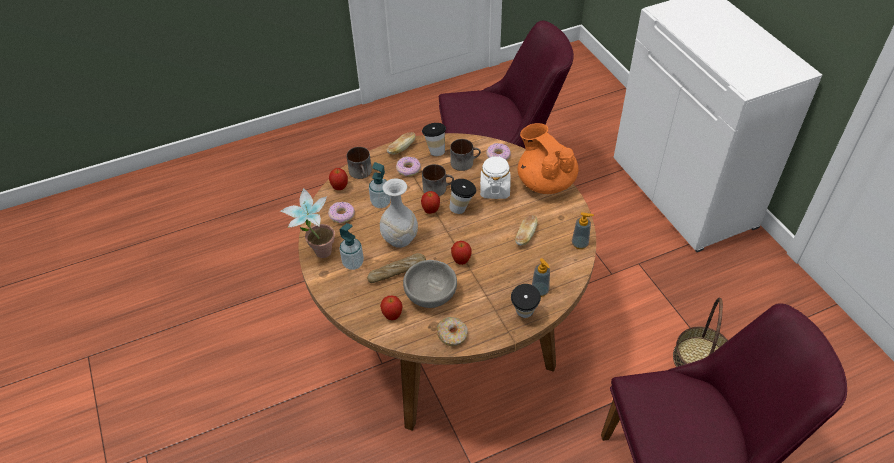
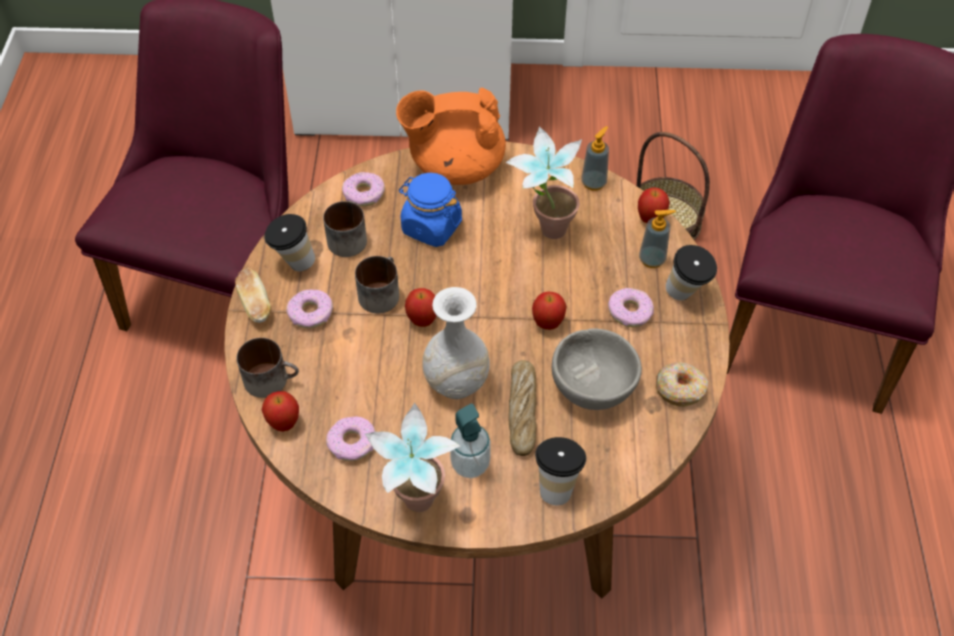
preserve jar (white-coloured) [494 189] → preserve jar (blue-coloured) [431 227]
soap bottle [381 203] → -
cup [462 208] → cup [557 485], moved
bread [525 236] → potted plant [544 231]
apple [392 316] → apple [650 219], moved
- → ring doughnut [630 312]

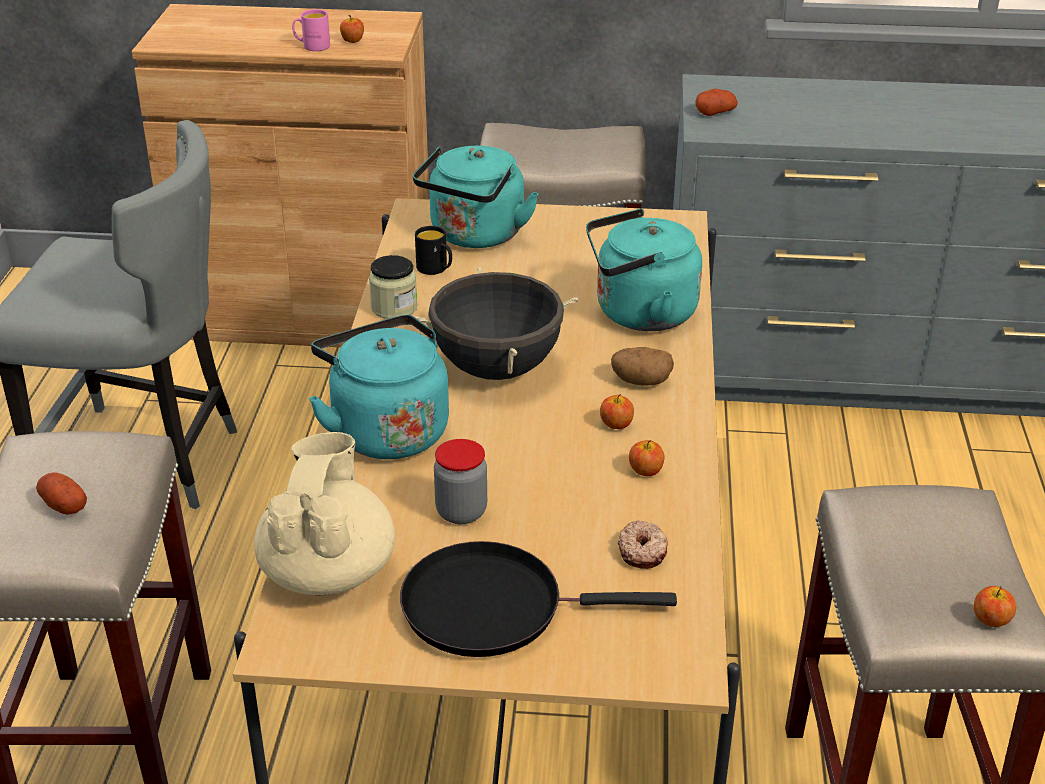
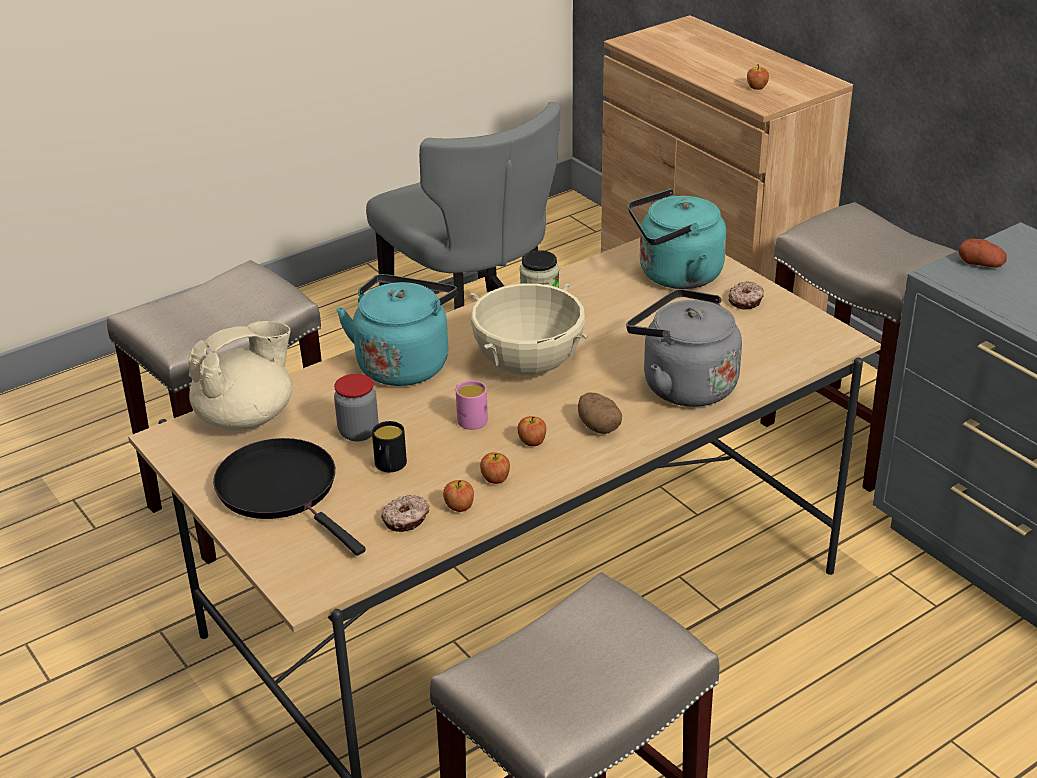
coffee mug (pink-coloured) [312 46] → coffee mug (pink-coloured) [469 418], moved
tea kettle (turquoise-coloured) [639 314] → tea kettle (gray) [683 385]
coffee mug (black) [436 269] → coffee mug (black) [390 467], moved
cooking pot (black) [497 368] → cooking pot (sand-coloured) [529 366]
whole potato [63 505] → -
apple [991 620] → apple [459 507], moved
- → ring doughnut [746 301]

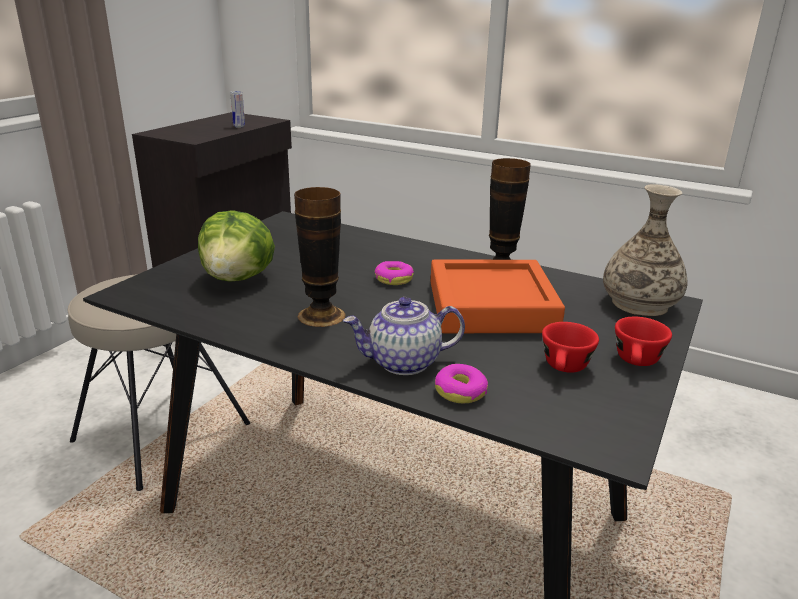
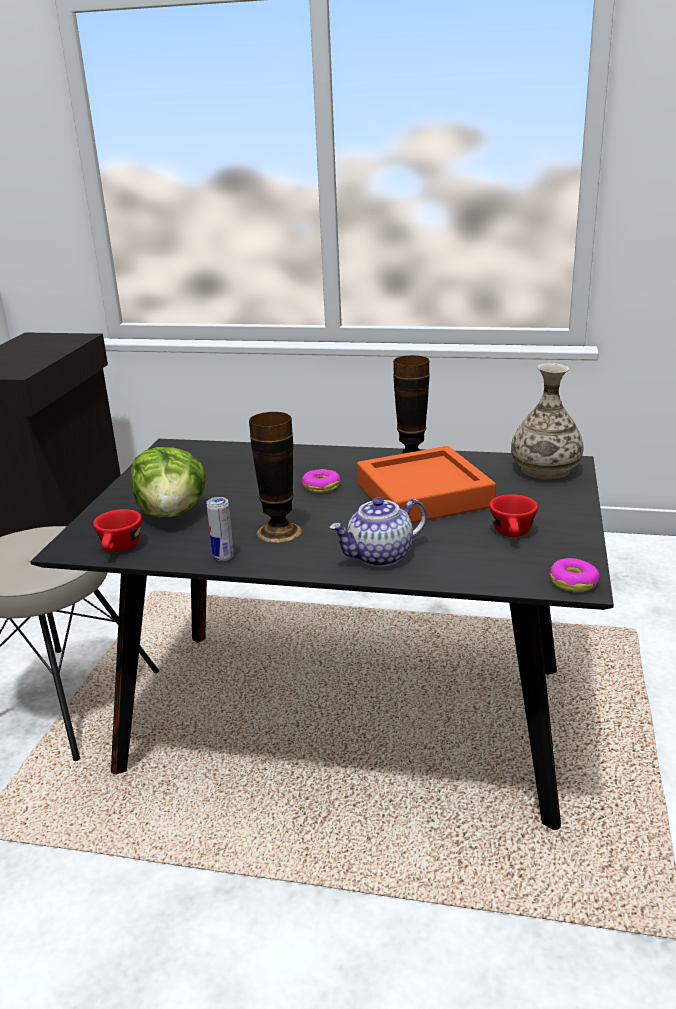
metal can [239 126] → metal can [223 557], moved
cup (red) [637 362] → cup (red) [120 549], moved
ring doughnut [460 391] → ring doughnut [573 582], moved

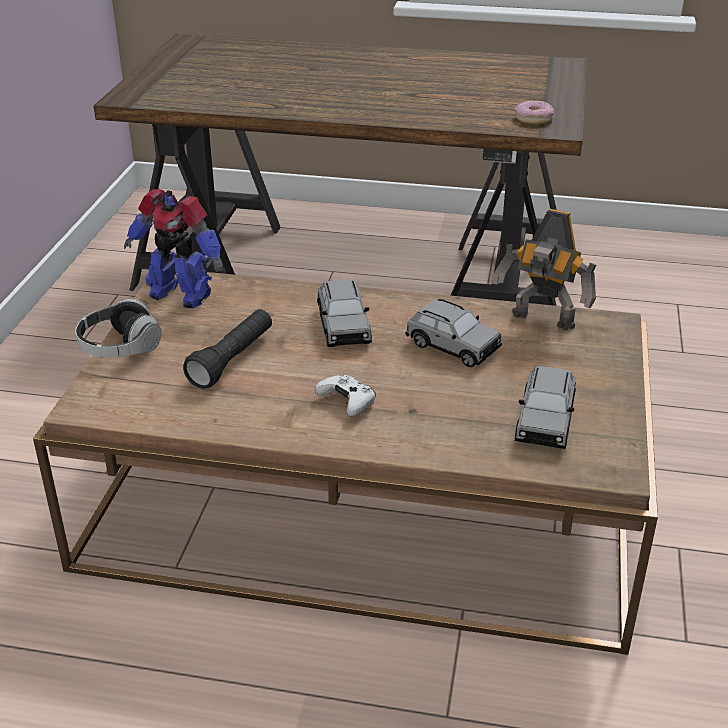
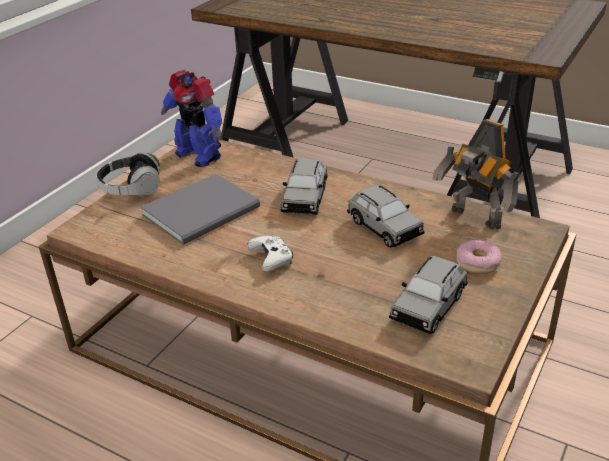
ring doughnut [533 119] → ring doughnut [478 262], moved
hand torch (black) [232 360] → book (gray) [205 211]

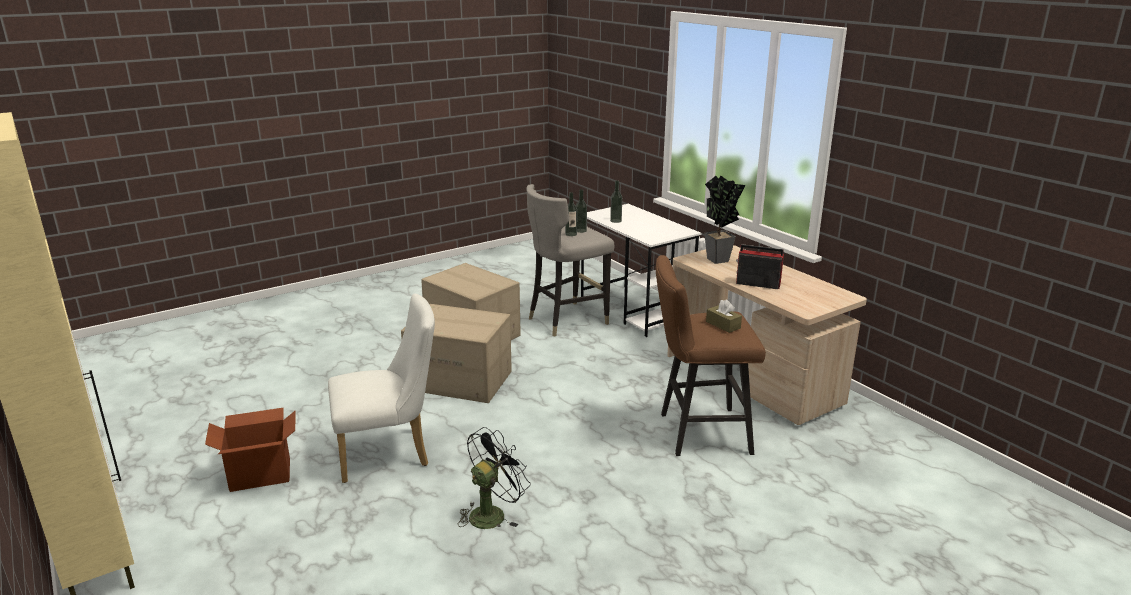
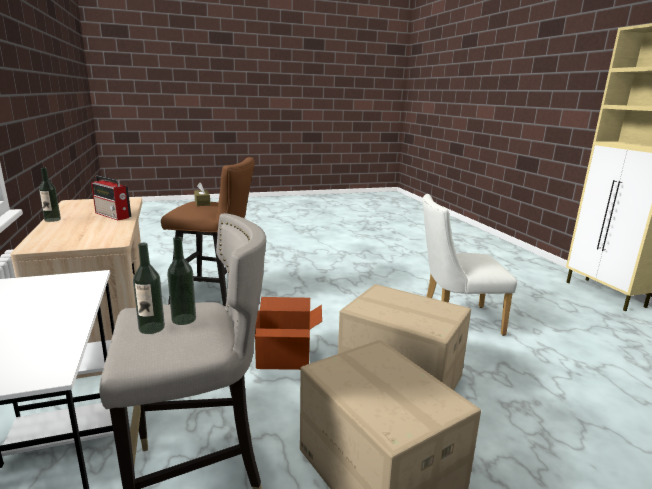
potted plant [718 261] → -
bottle [616 221] → bottle [52 220], moved
packing box [260 474] → packing box [283 359], moved
fan (black) [492 513] → -

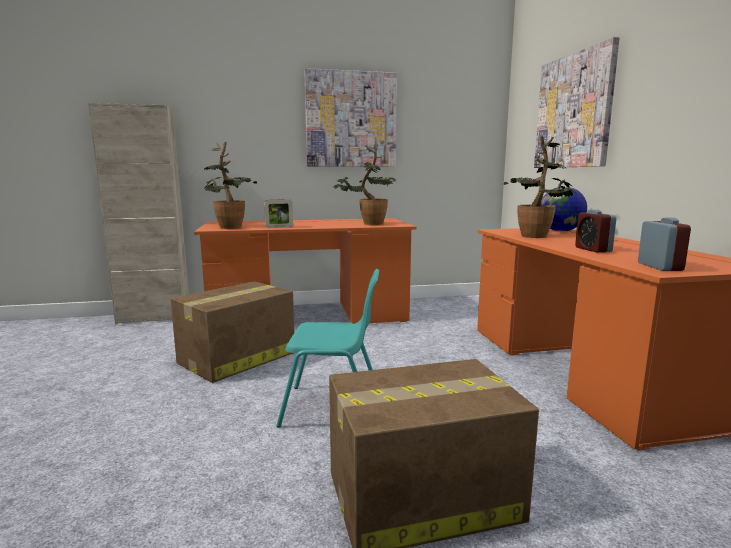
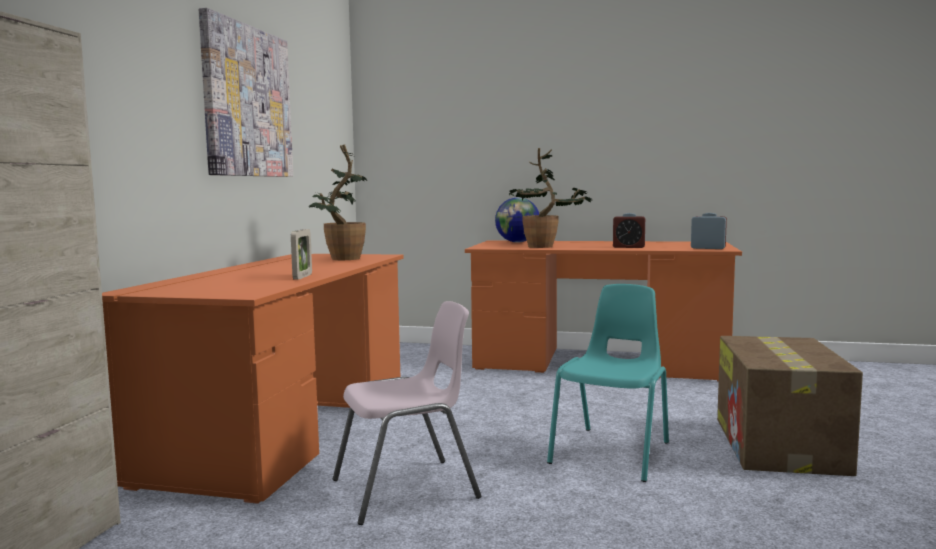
wall picture [574 111] → -
potted plant [229 227] → -
packing box [236 358] → chair (pink-coloured) [407 489]

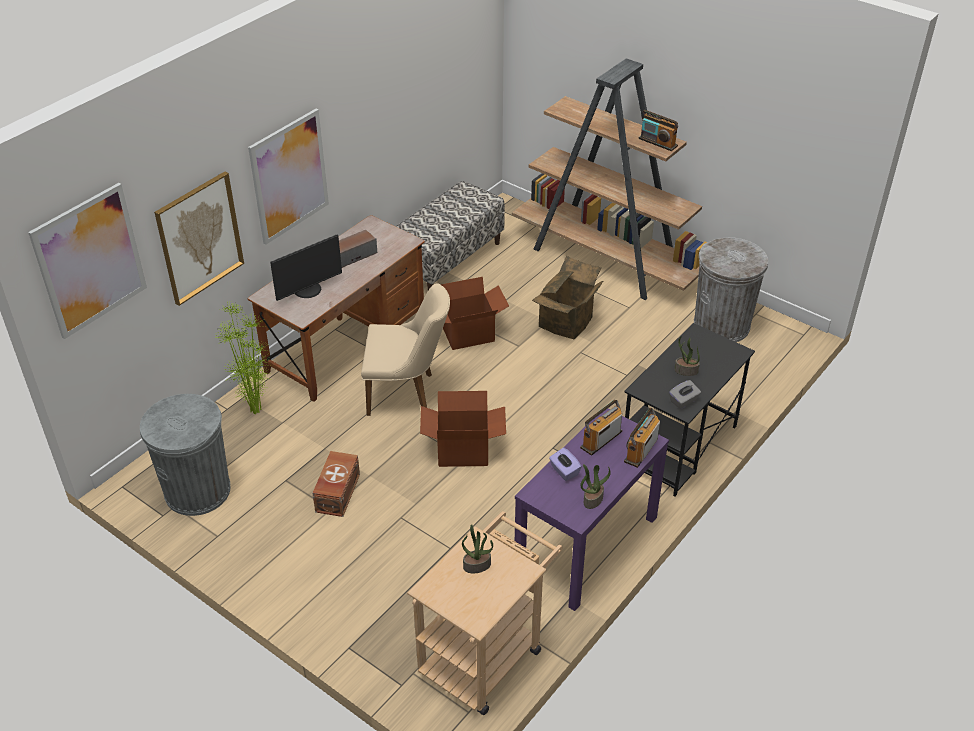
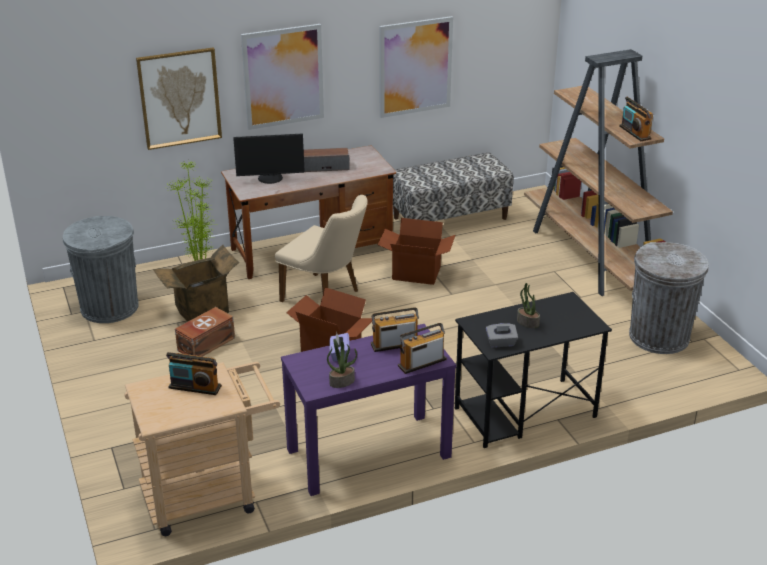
wall picture [90 260] → wall picture [415 67], moved
packing box [567 323] → packing box [202 310], moved
potted plant [477 565] → radio [195 387]

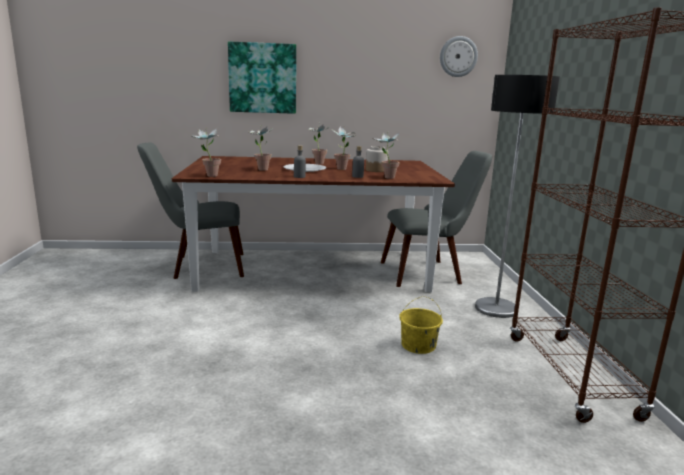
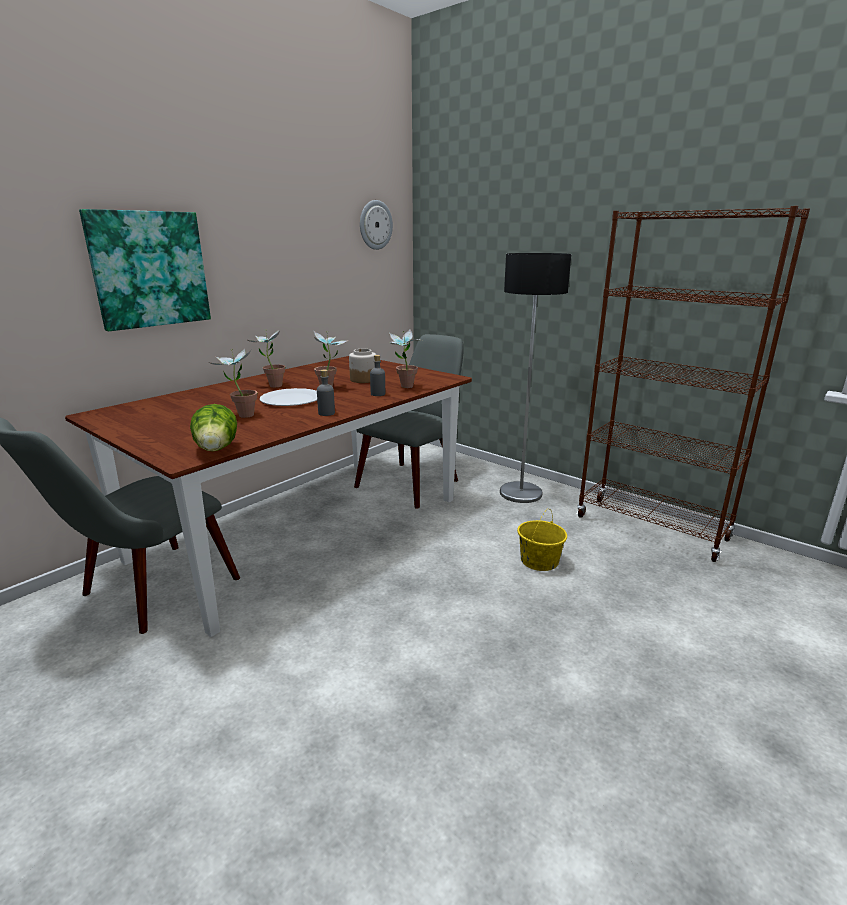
potted plant [208 176] → lettuce [217 450]

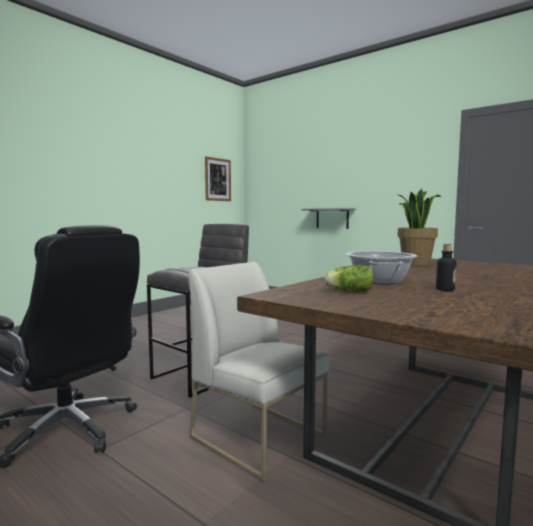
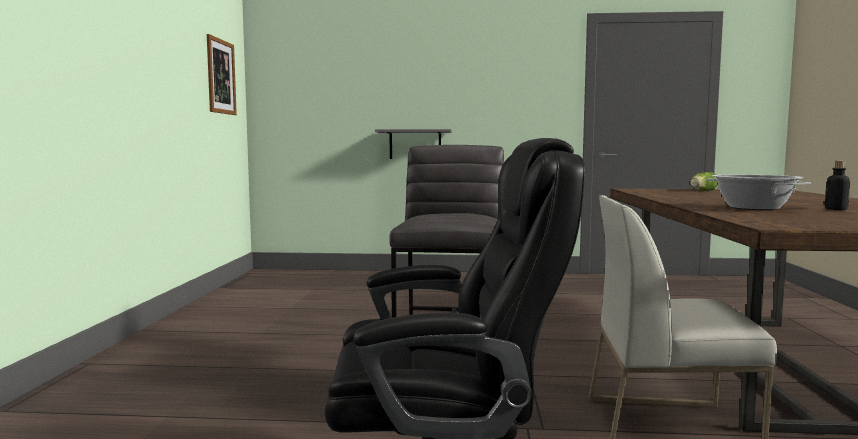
potted plant [415 264] → -
lettuce [347 291] → lettuce [702 191], moved

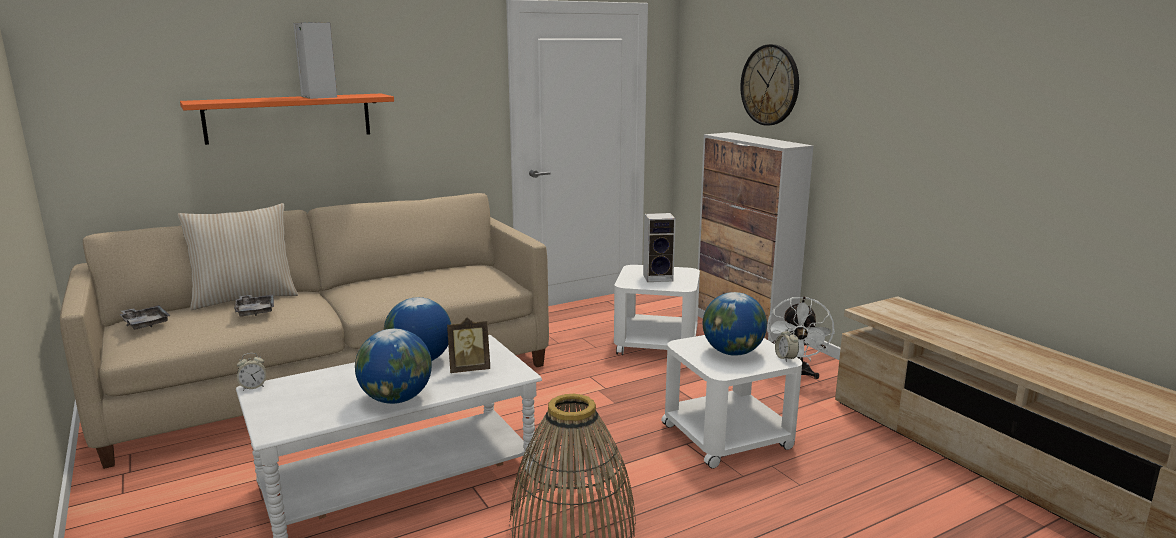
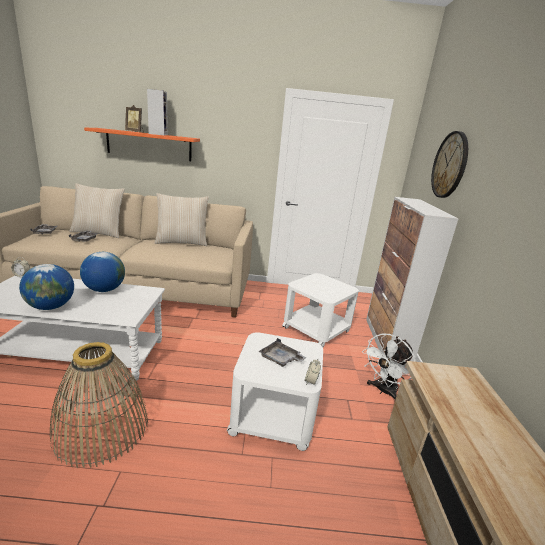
loudspeaker [659 277] → -
world globe [732 352] → tray (gray) [280 359]
picture frame [469 369] → picture frame [135 132], moved
- → cushion (sand-coloured) [182 242]

